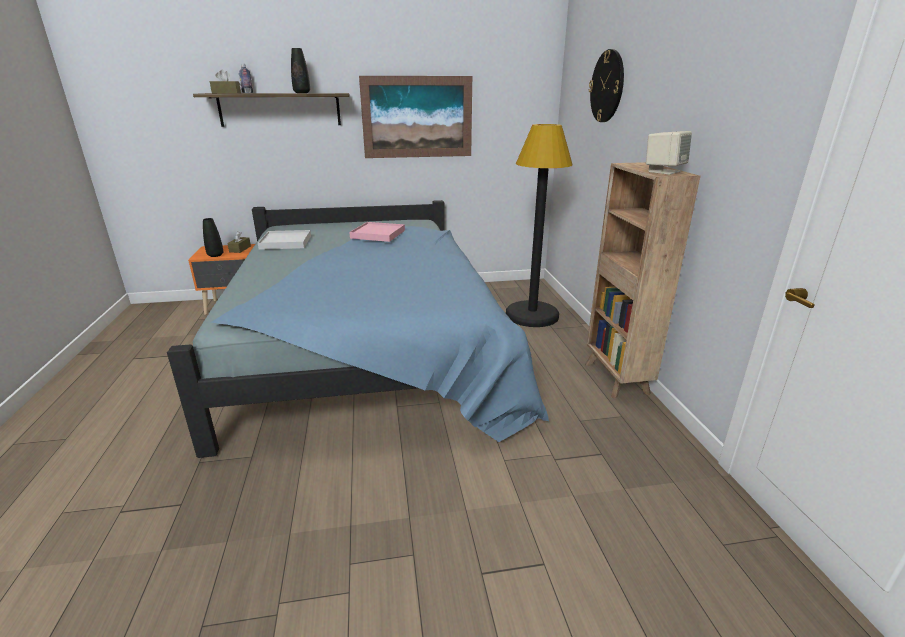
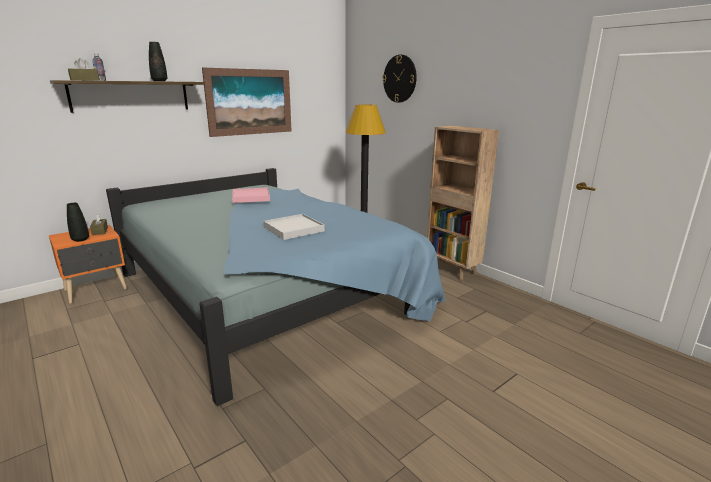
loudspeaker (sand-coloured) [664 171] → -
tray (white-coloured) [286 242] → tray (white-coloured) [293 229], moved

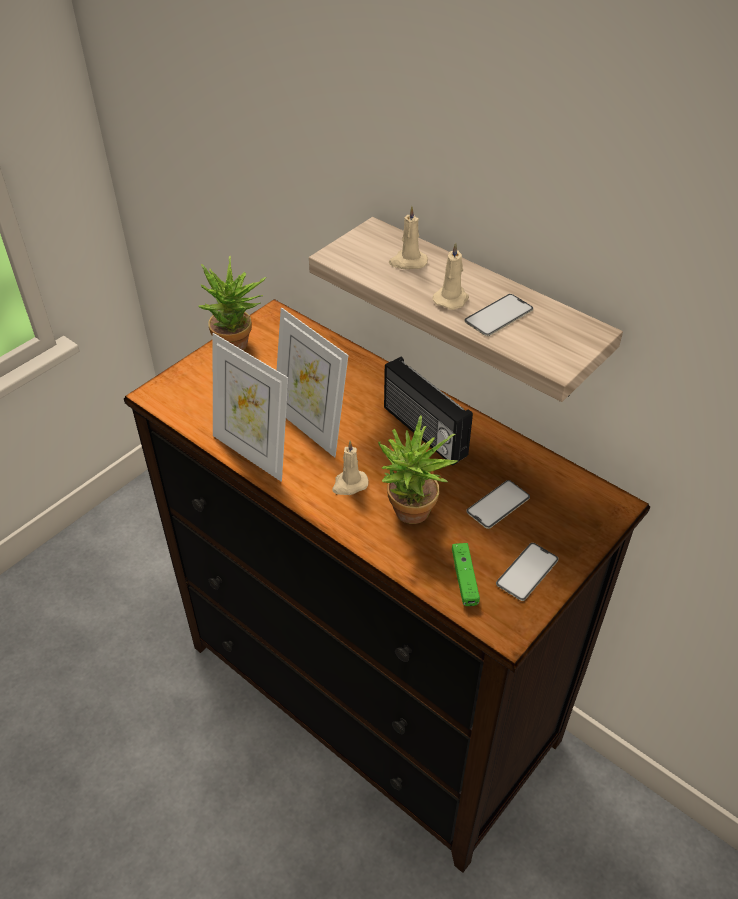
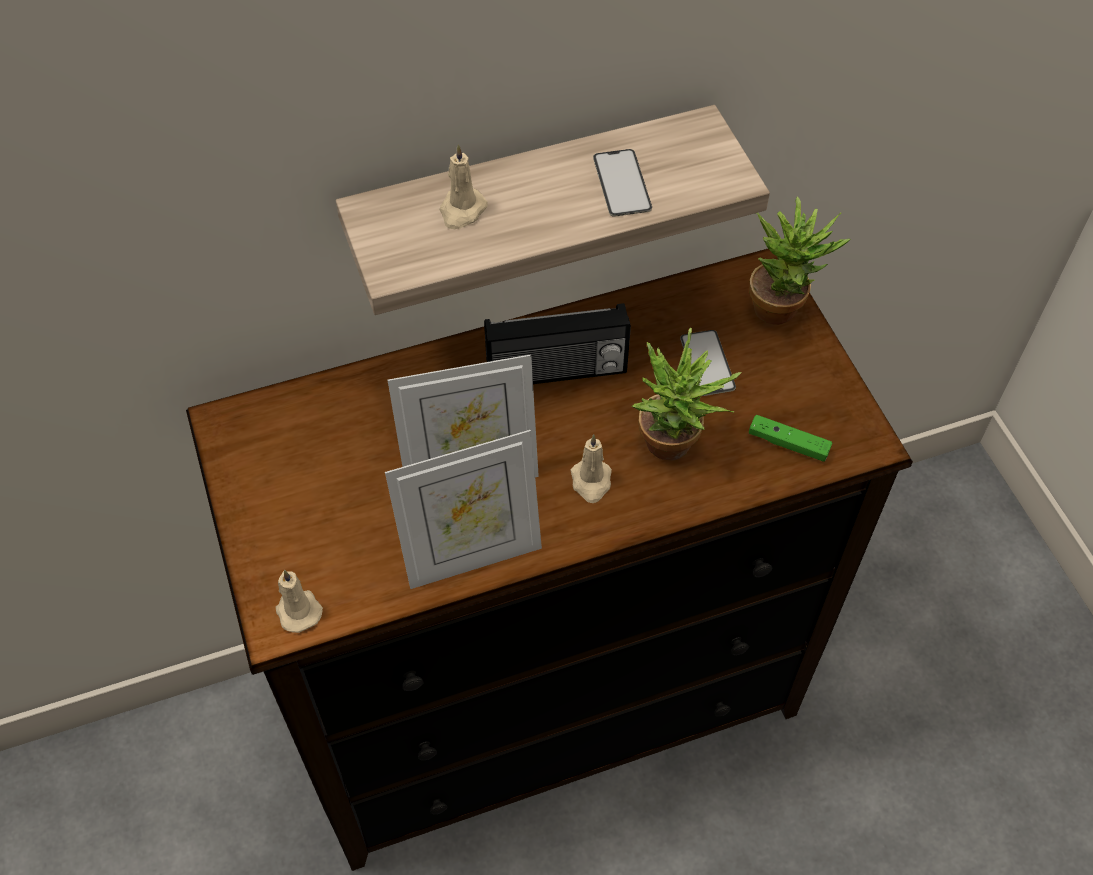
wax candle (sand-coloured) [451 298] → wax candle (sand-coloured) [297 609], moved
potted plant [238 346] → potted plant [782 305], moved
handset [527 571] → -

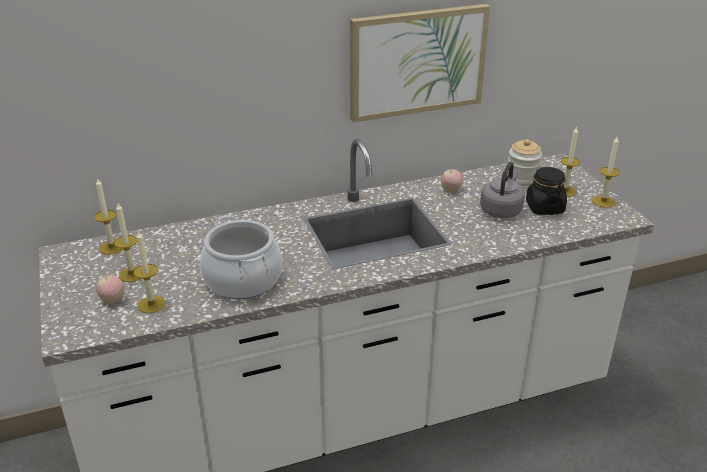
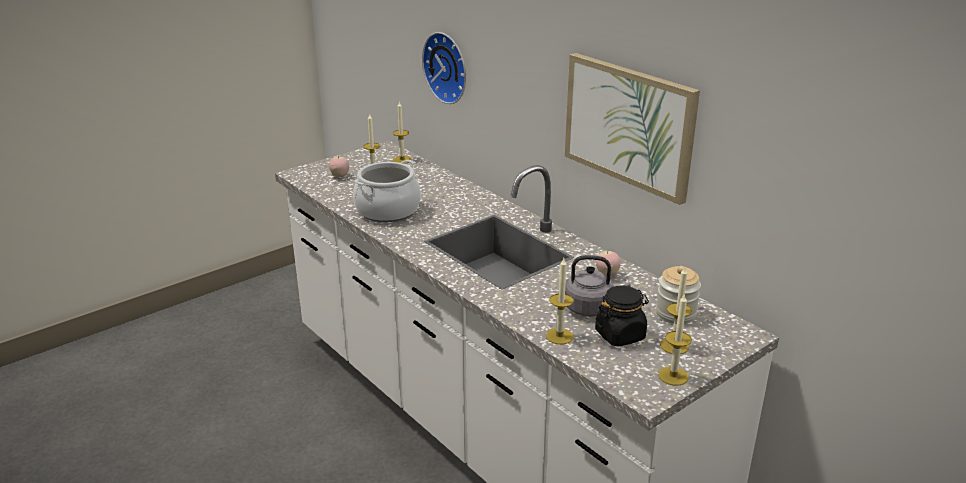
wax candle [151 304] → wax candle [559 336], moved
- → clock on the wall [448 67]

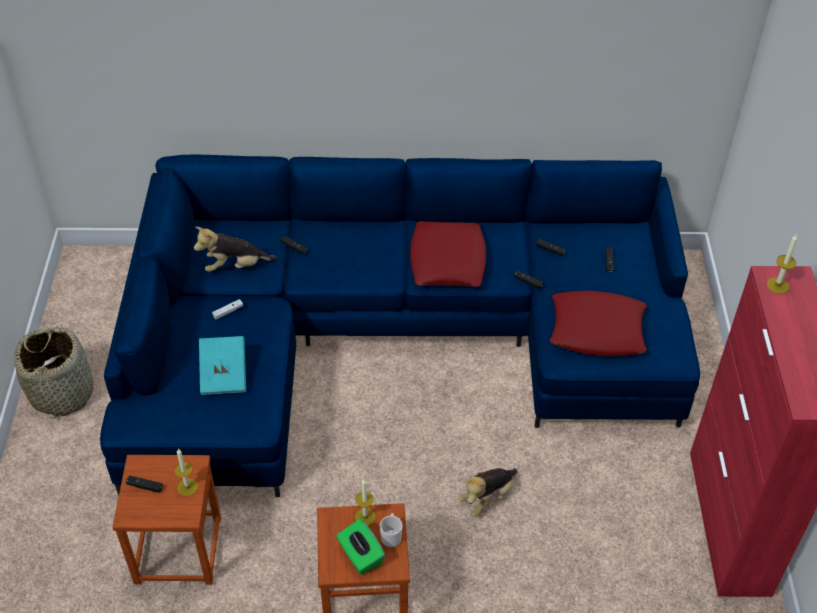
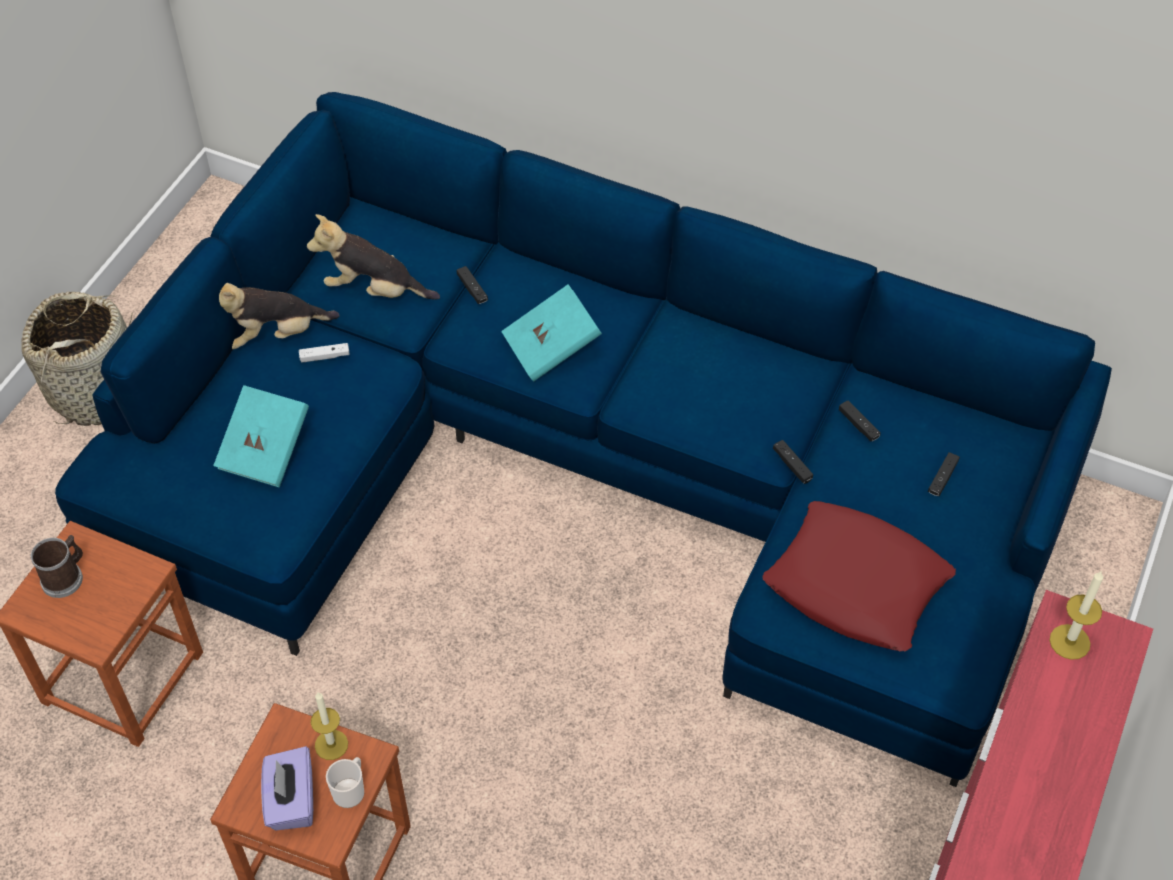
cushion (red) [447 260] → -
wax candle [187 487] → -
cuddly toy [487 497] → cuddly toy [275 335], moved
joypad (black) [145 486] → coffee mug [66 577]
box of tissues (green) [360 556] → box of tissues (purple) [291 801]
- → book (turquoise-coloured) [552 348]

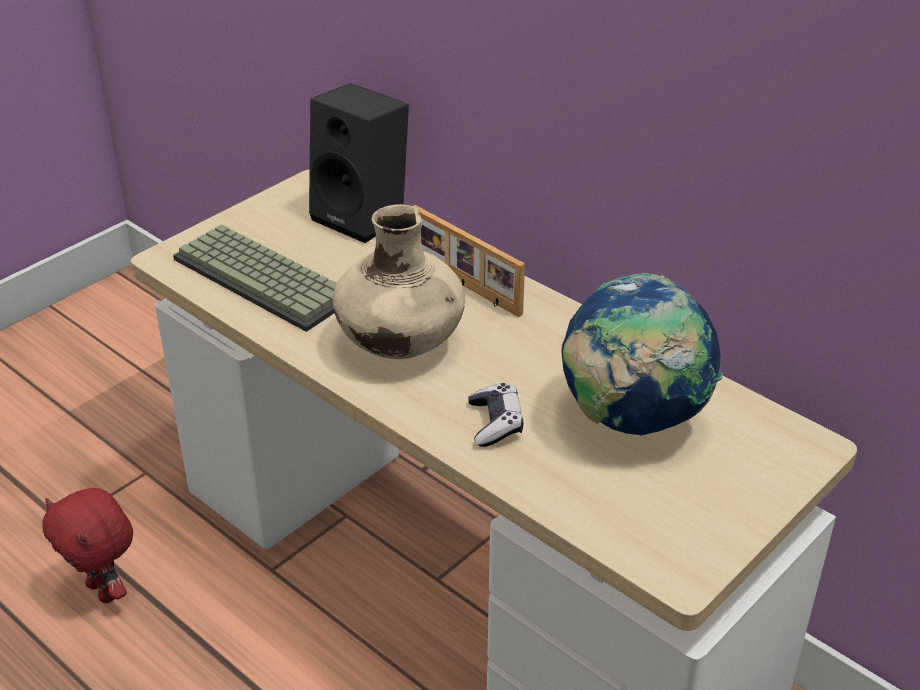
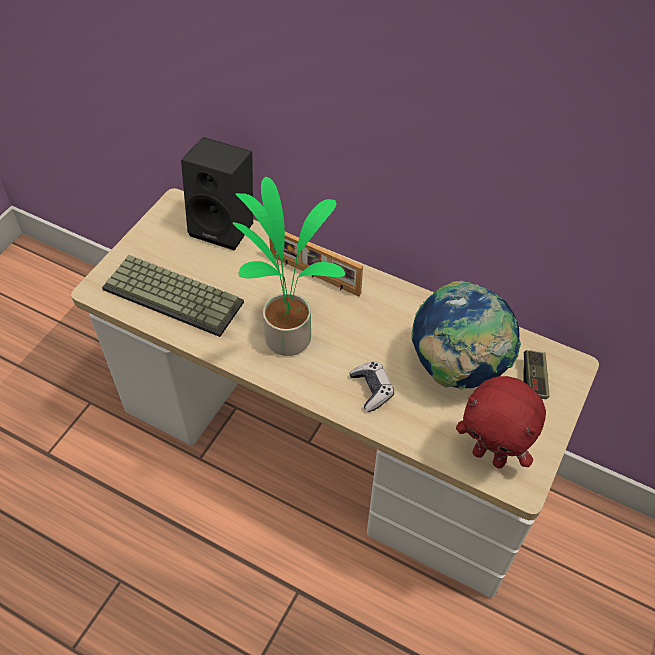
decorative vase (sand-coloured) [400 345] → potted plant [288 335]
cuddly toy (red) [104 591] → cuddly toy (red) [490 456], moved
- → joypad [534 379]

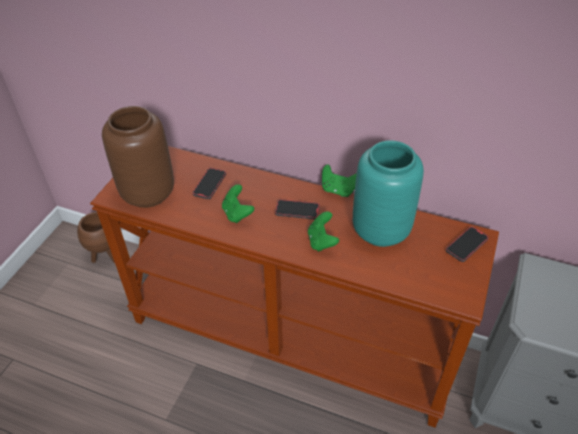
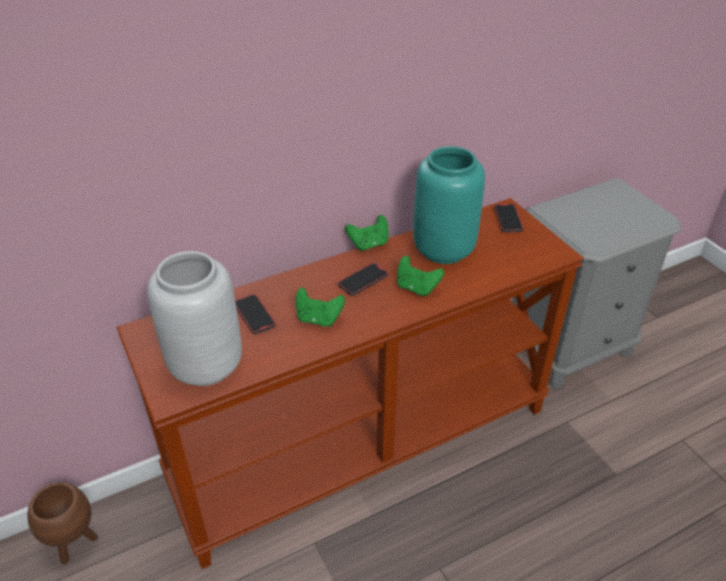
decorative vase (brownish) [148 193] → decorative vase (gray) [205 365]

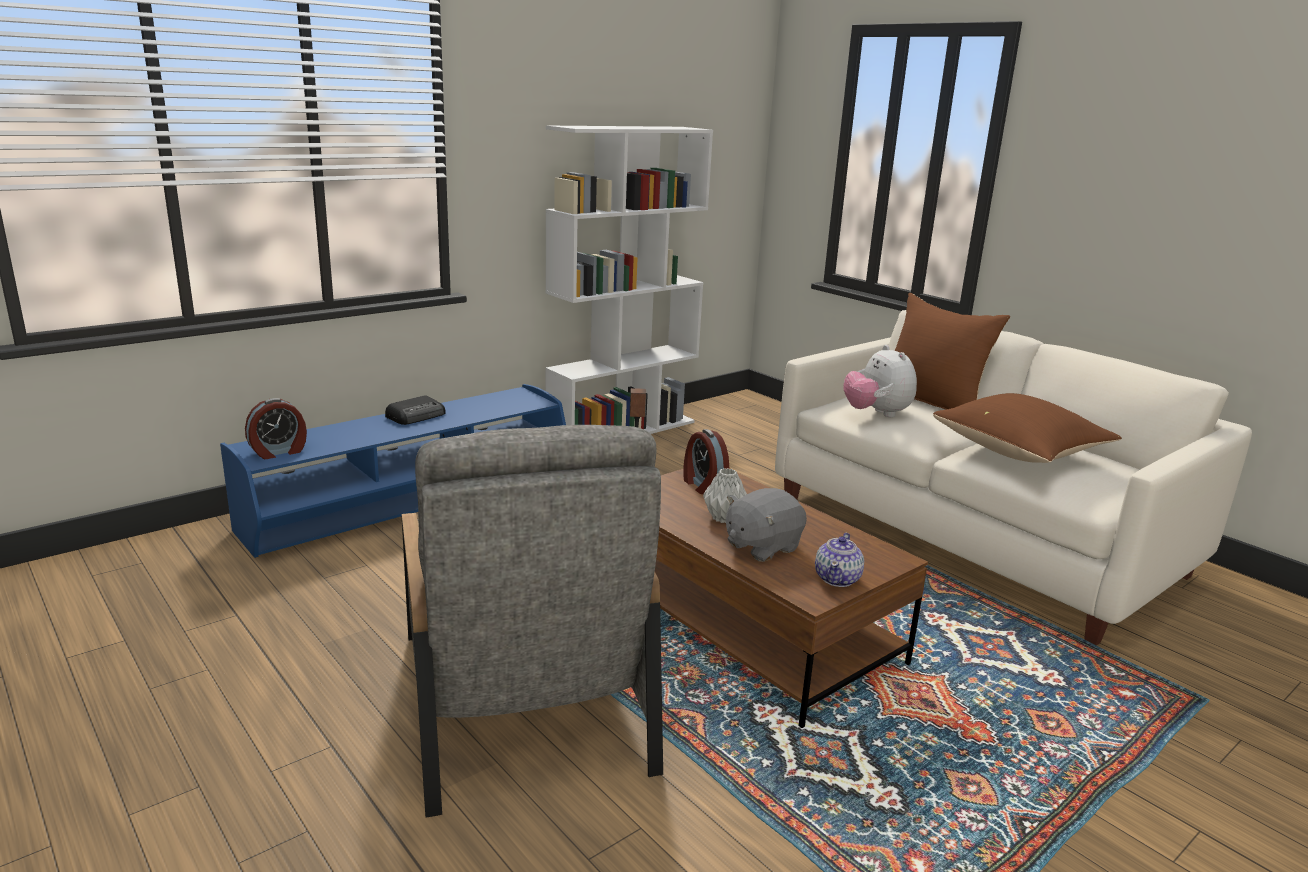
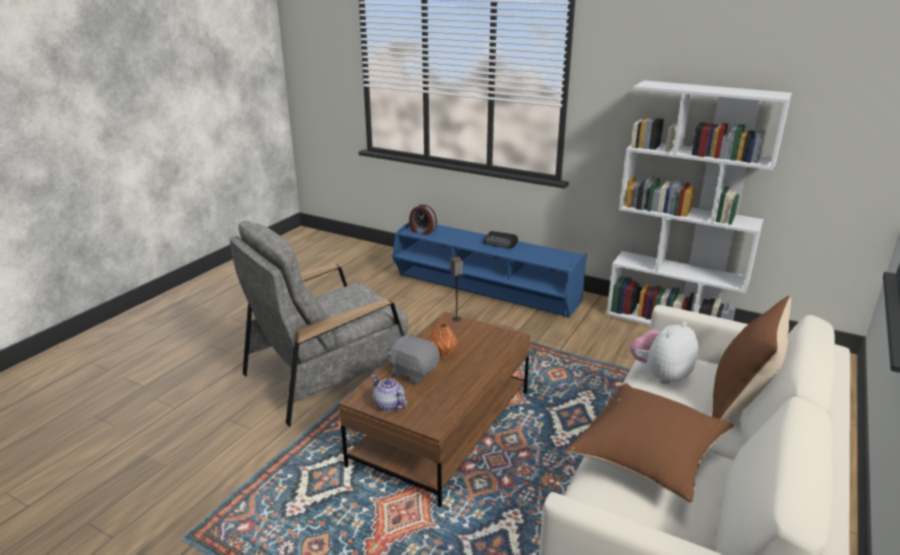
alarm clock [702 485] → -
decorative vase (gray) [723 518] → decorative vase (orangey) [442 353]
pot for tea [838 578] → pot for tea [389 405], 45 degrees clockwise

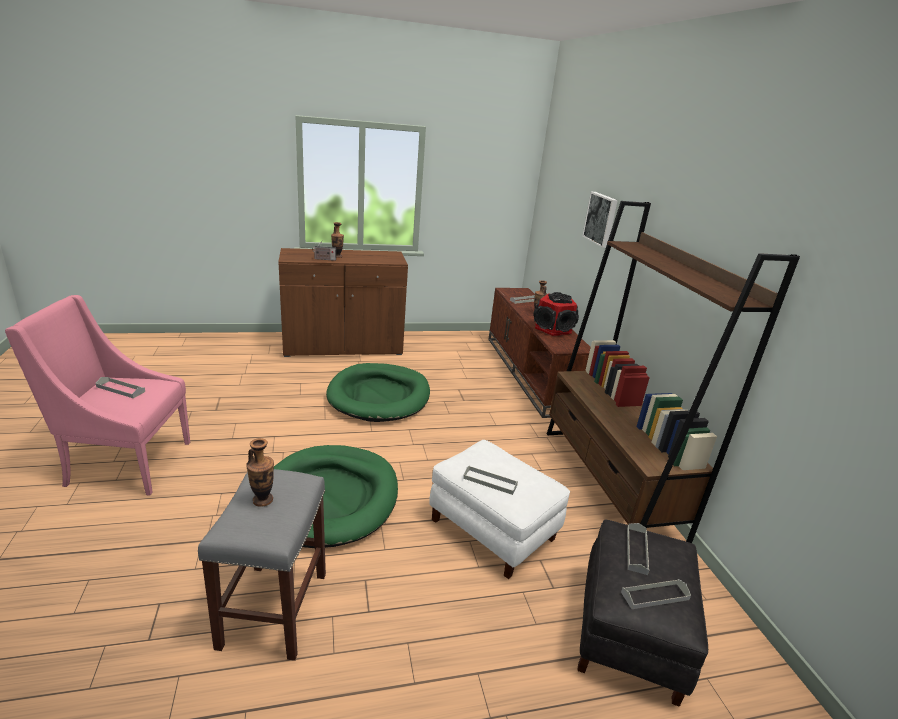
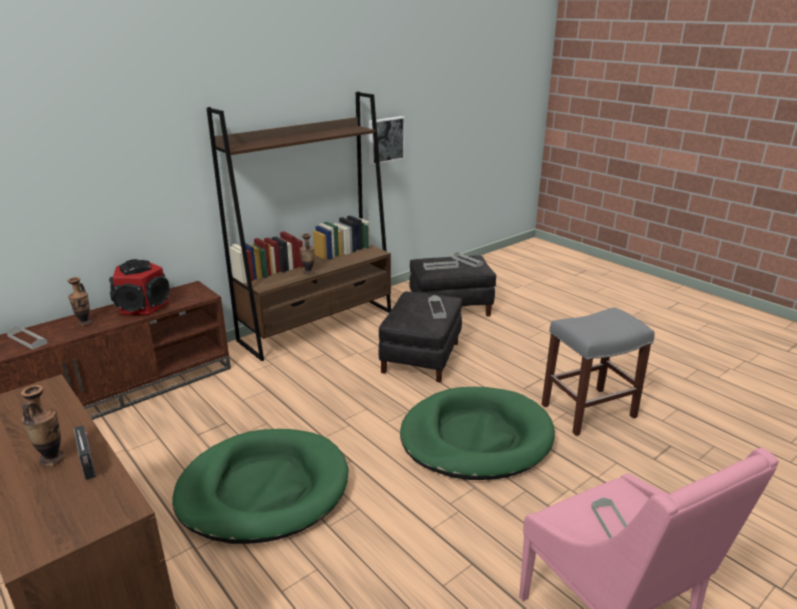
wall picture [601 219] → wall picture [385 139], moved
decorative vase [263 500] → decorative vase [308 272], moved
pouffe (white-coloured) [491 530] → pouffe (black) [421 357]

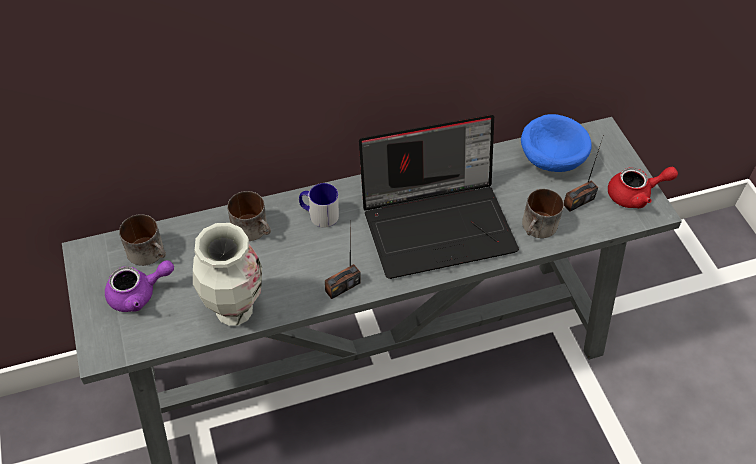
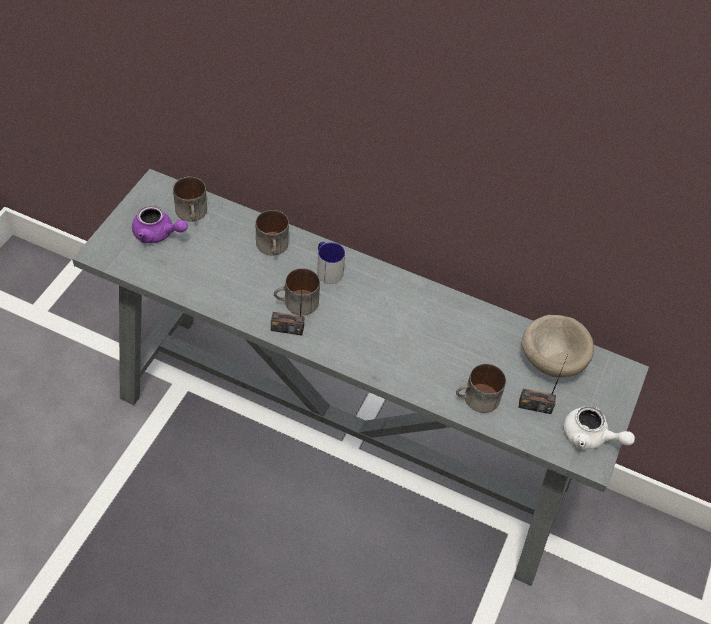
deep dish (blue-coloured) [550 158] → deep dish (sand-coloured) [552 358]
portable computer [438 222] → -
pot for tea (red) [635 195] → pot for tea (white-coloured) [590 437]
decorative vase [234 311] → -
- → coffee mug [297 304]

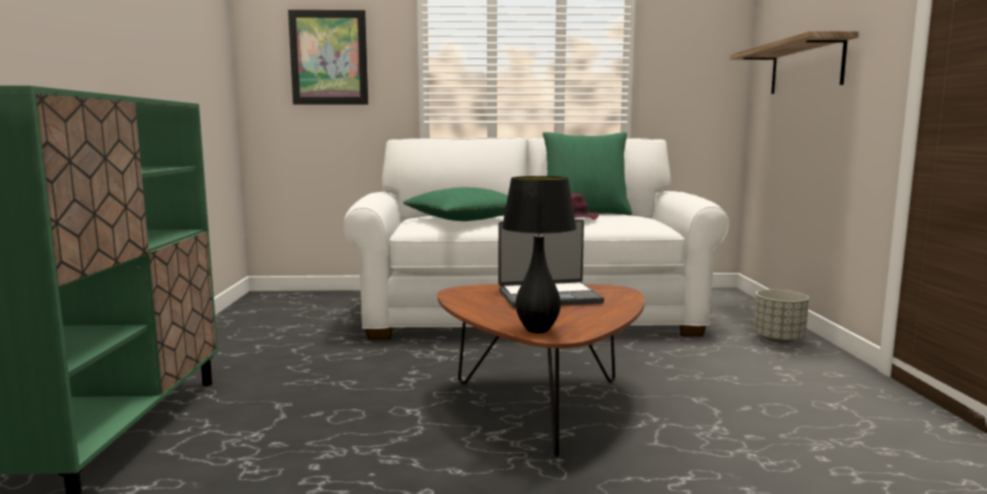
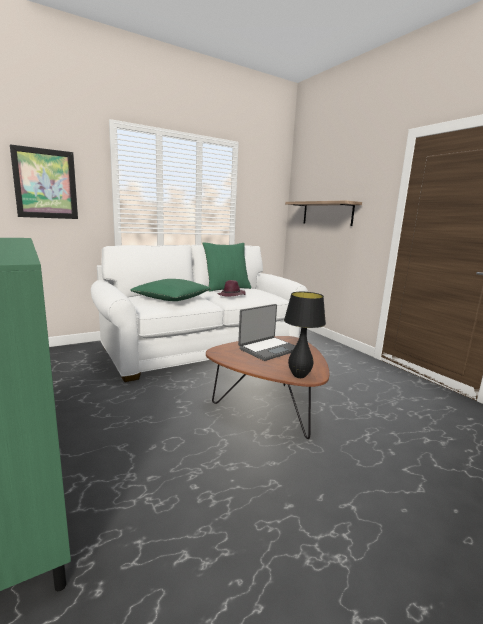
flower pot (gray) [778 339] → -

